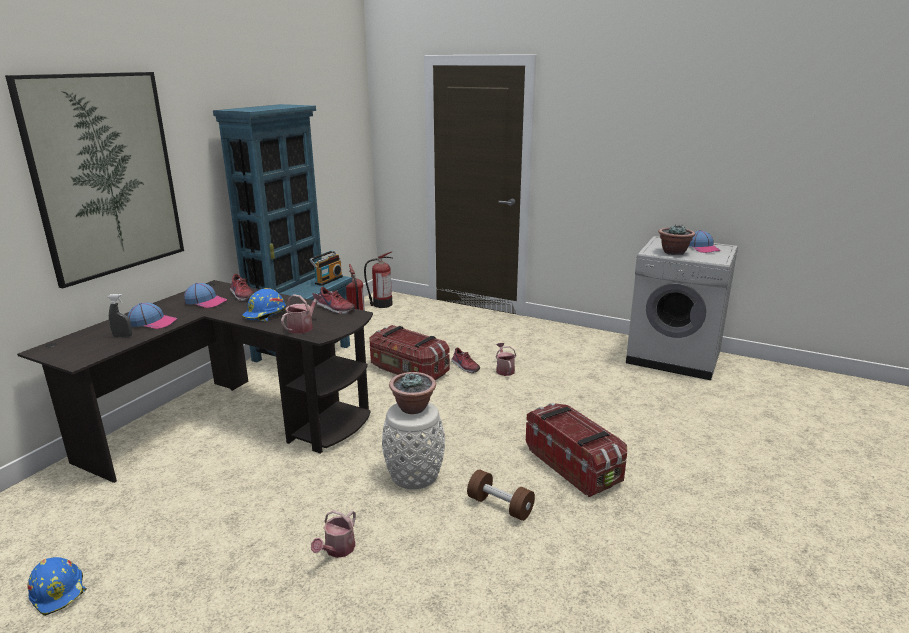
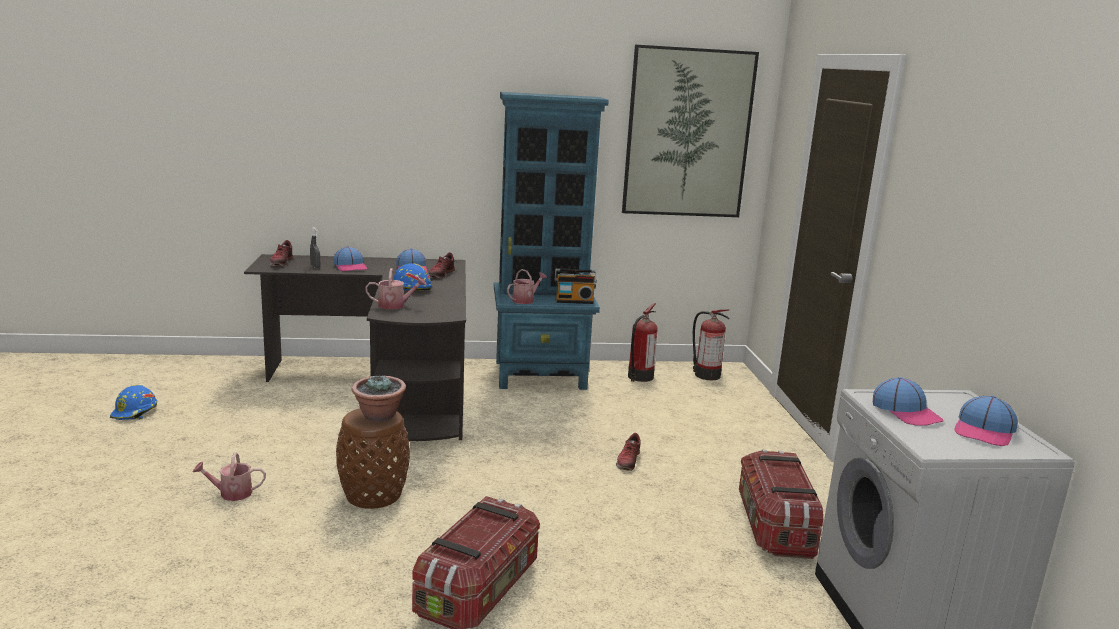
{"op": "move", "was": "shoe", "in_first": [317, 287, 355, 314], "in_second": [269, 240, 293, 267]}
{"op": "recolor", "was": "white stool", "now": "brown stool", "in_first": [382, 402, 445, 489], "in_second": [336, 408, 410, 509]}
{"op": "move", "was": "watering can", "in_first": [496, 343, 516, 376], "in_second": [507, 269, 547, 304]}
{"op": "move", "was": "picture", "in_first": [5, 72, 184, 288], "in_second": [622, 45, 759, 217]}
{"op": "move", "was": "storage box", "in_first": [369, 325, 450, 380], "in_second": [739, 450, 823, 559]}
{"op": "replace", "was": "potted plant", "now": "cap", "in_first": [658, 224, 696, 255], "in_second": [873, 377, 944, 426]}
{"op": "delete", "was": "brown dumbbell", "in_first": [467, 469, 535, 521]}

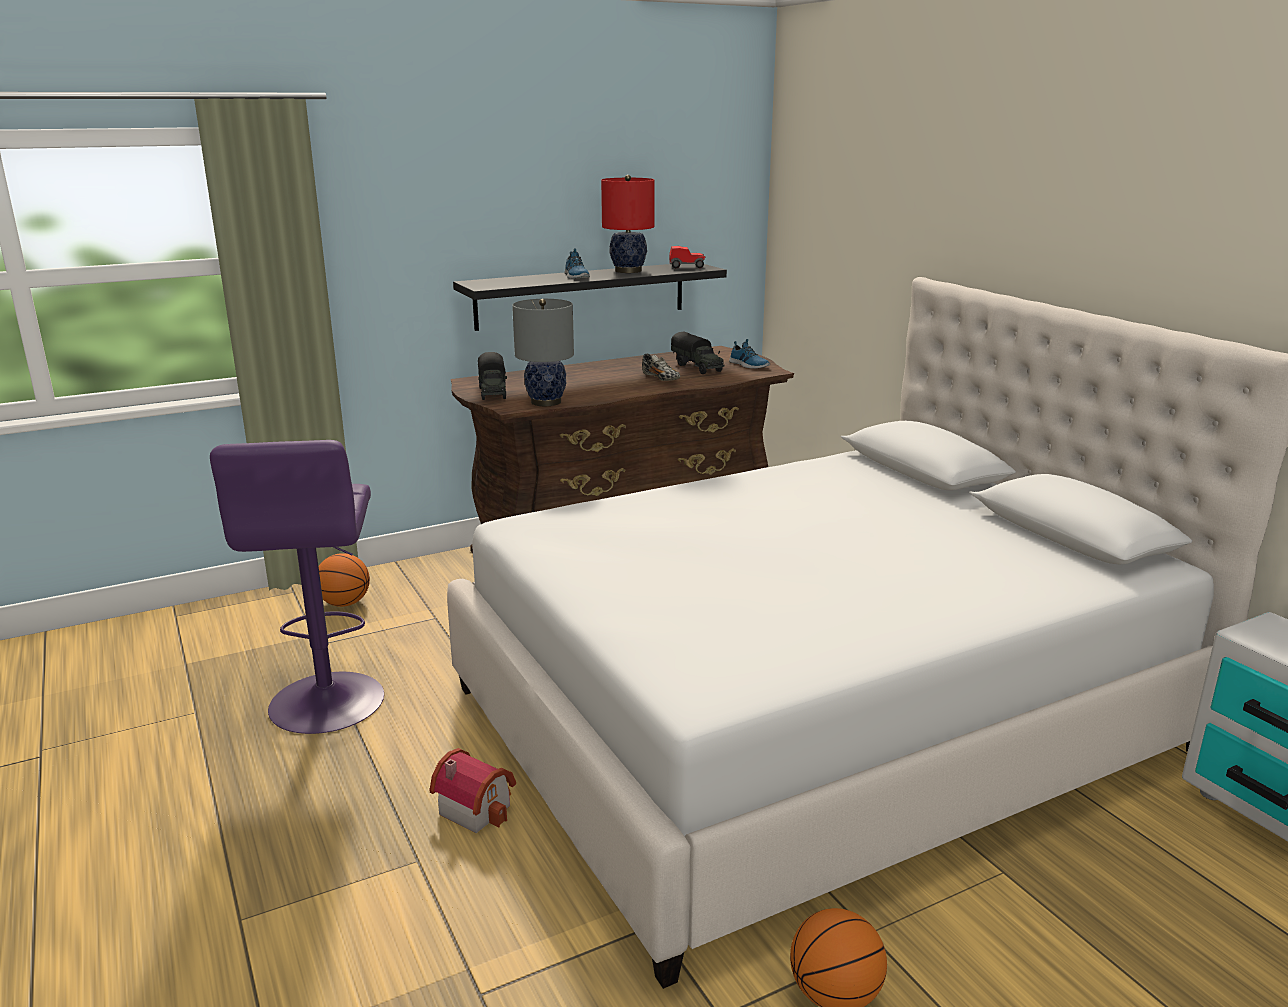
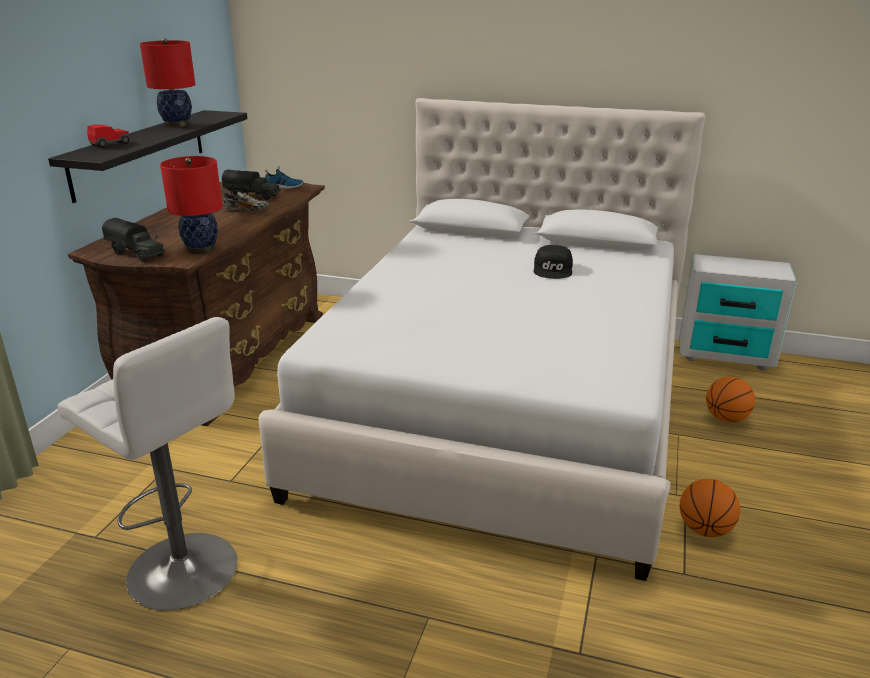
{"op": "recolor", "was": "purple stool", "now": "white stool", "in_first": [210, 440, 384, 734], "in_second": [57, 317, 237, 610]}
{"op": "move", "was": "toy car", "in_first": [669, 246, 705, 268], "in_second": [87, 124, 129, 148]}
{"op": "recolor", "was": "grey table lamp", "now": "red table lamp", "in_first": [512, 299, 574, 406], "in_second": [160, 156, 222, 254]}
{"op": "insert", "now": "black cap", "in_second": [533, 245, 573, 279]}
{"op": "move", "was": "basketball", "in_first": [319, 553, 370, 607], "in_second": [706, 377, 755, 423]}
{"op": "delete", "was": "toy house", "in_first": [430, 748, 516, 833]}
{"op": "delete", "was": "shoe", "in_first": [565, 248, 590, 279]}

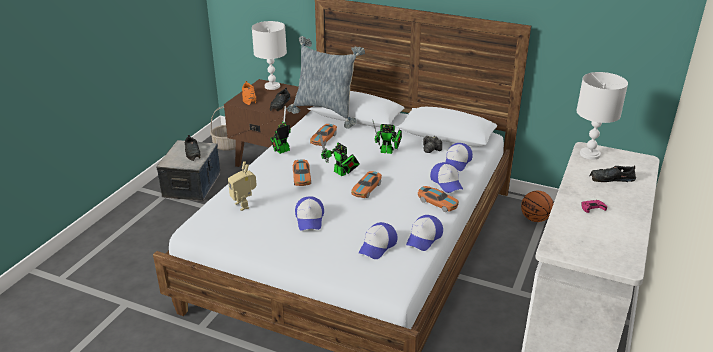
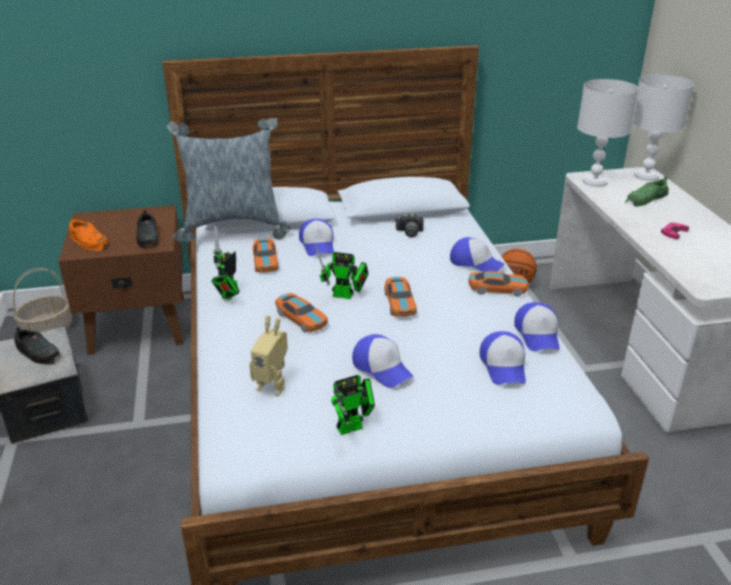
{"op": "move", "was": "cap", "in_first": [446, 143, 473, 171], "in_second": [299, 219, 334, 256]}
{"op": "move", "was": "toy robot", "in_first": [373, 121, 402, 154], "in_second": [331, 375, 375, 435]}
{"op": "recolor", "was": "black shoe", "now": "green shoe", "in_first": [589, 166, 636, 182], "in_second": [625, 177, 669, 207]}
{"op": "move", "was": "white table lamp", "in_first": [252, 21, 287, 90], "in_second": [632, 75, 694, 181]}

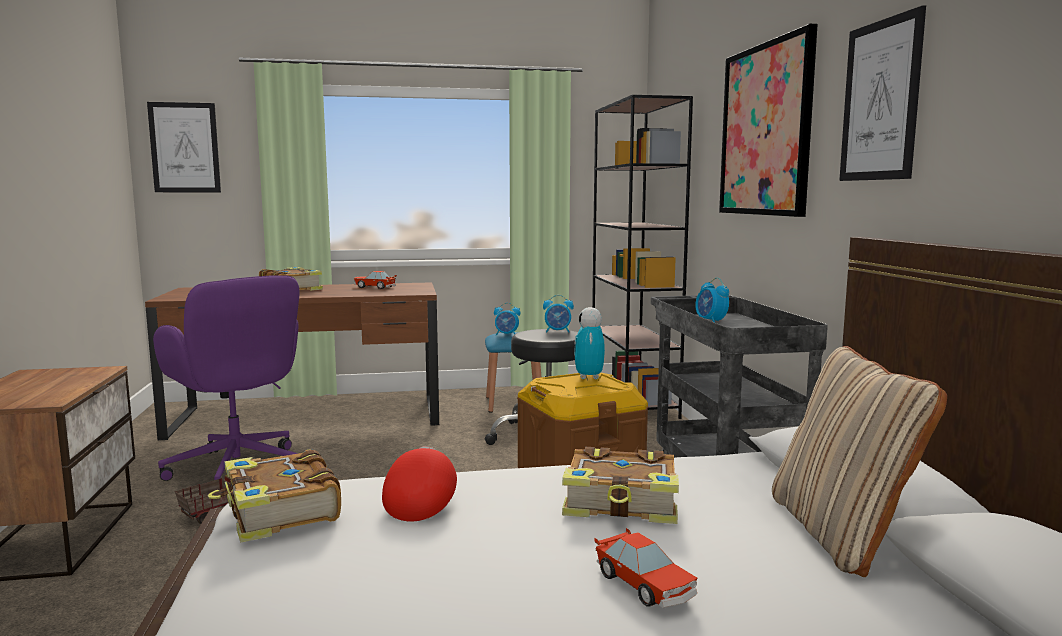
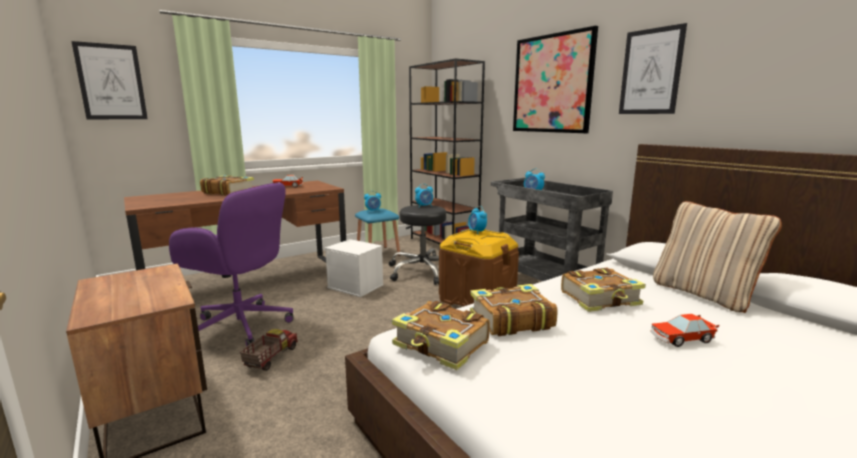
{"op": "insert", "now": "white storage box", "in_second": [325, 239, 383, 297]}
{"op": "replace", "was": "toy robot", "now": "alarm clock", "in_first": [574, 307, 605, 379], "in_second": [468, 206, 487, 234]}
{"op": "replace", "was": "red cap", "now": "book", "in_first": [382, 446, 457, 522], "in_second": [470, 284, 558, 336]}
{"op": "rotate", "was": "toy car", "in_first": [594, 528, 697, 608], "in_second": [650, 314, 719, 347], "clockwise": 135}

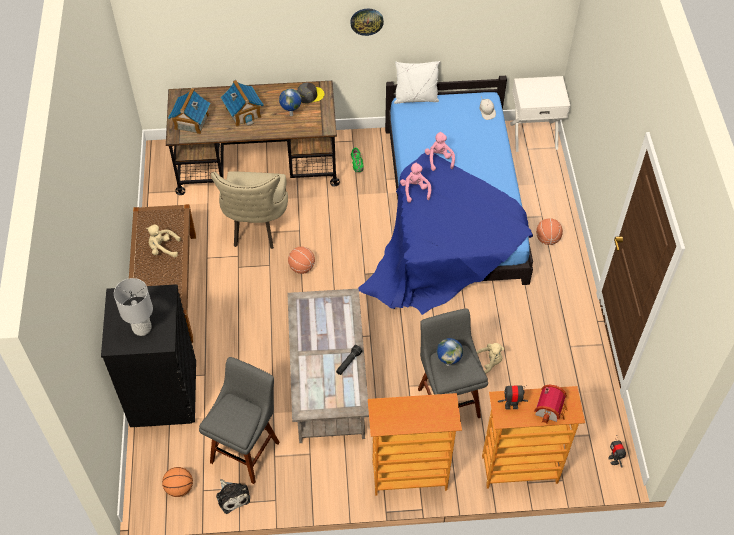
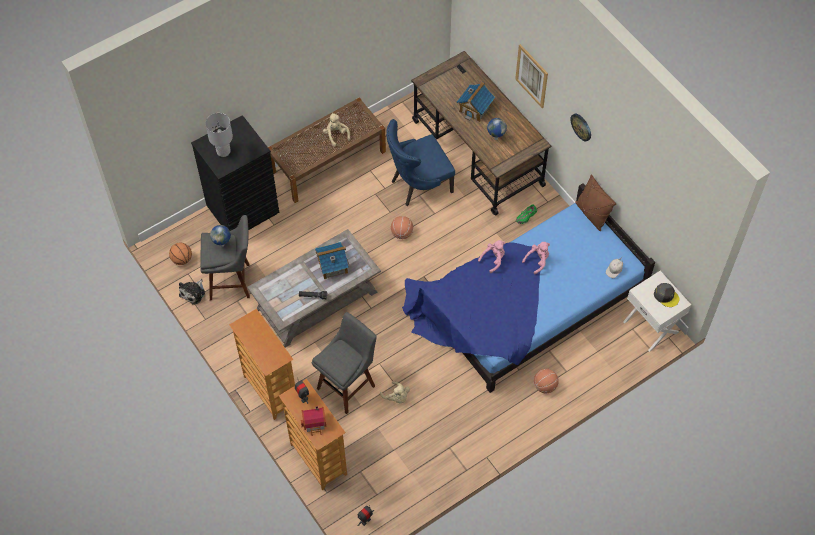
{"op": "move", "was": "globe", "in_first": [437, 338, 463, 366], "in_second": [210, 225, 231, 247]}
{"op": "move", "was": "toy house", "in_first": [168, 88, 210, 135], "in_second": [315, 242, 349, 279]}
{"op": "recolor", "was": "beige chair", "now": "blue chair", "in_first": [211, 171, 288, 249], "in_second": [386, 119, 455, 206]}
{"op": "insert", "now": "picture", "in_second": [515, 44, 548, 108]}
{"op": "recolor", "was": "white pillow", "now": "brown pillow", "in_first": [394, 61, 440, 104], "in_second": [575, 174, 616, 231]}
{"op": "move", "was": "grey cap", "in_first": [297, 83, 324, 103], "in_second": [654, 283, 679, 307]}

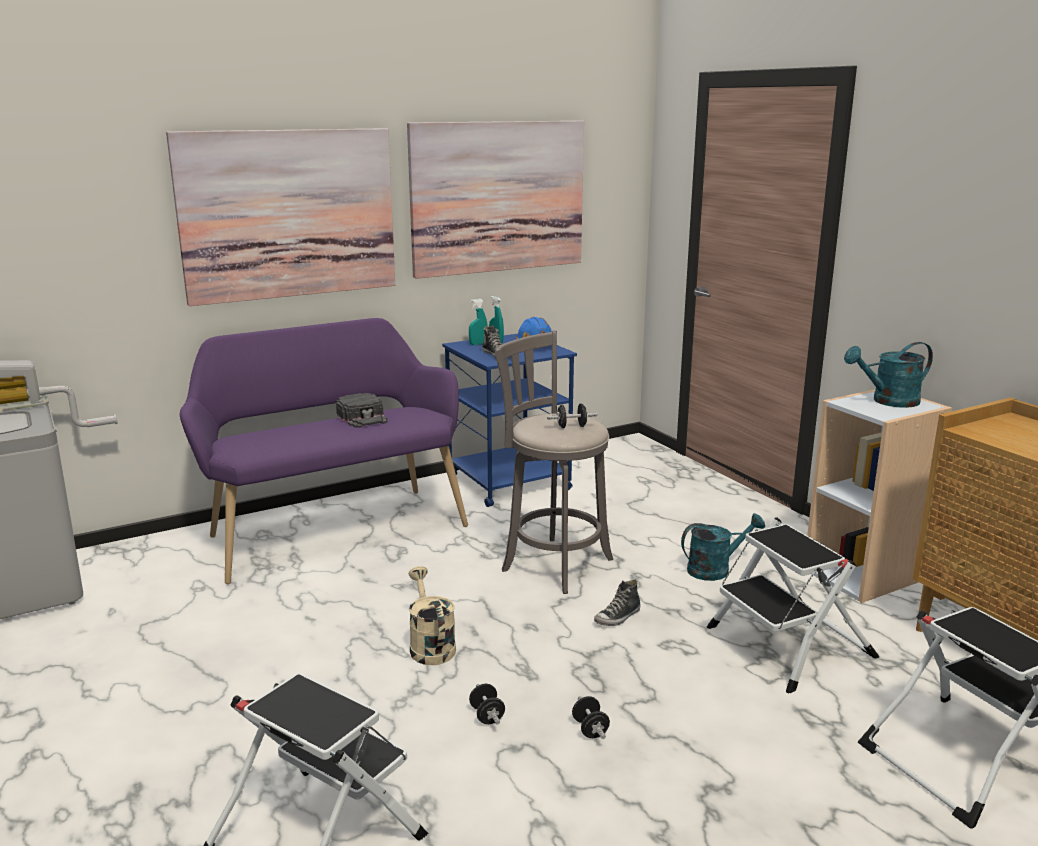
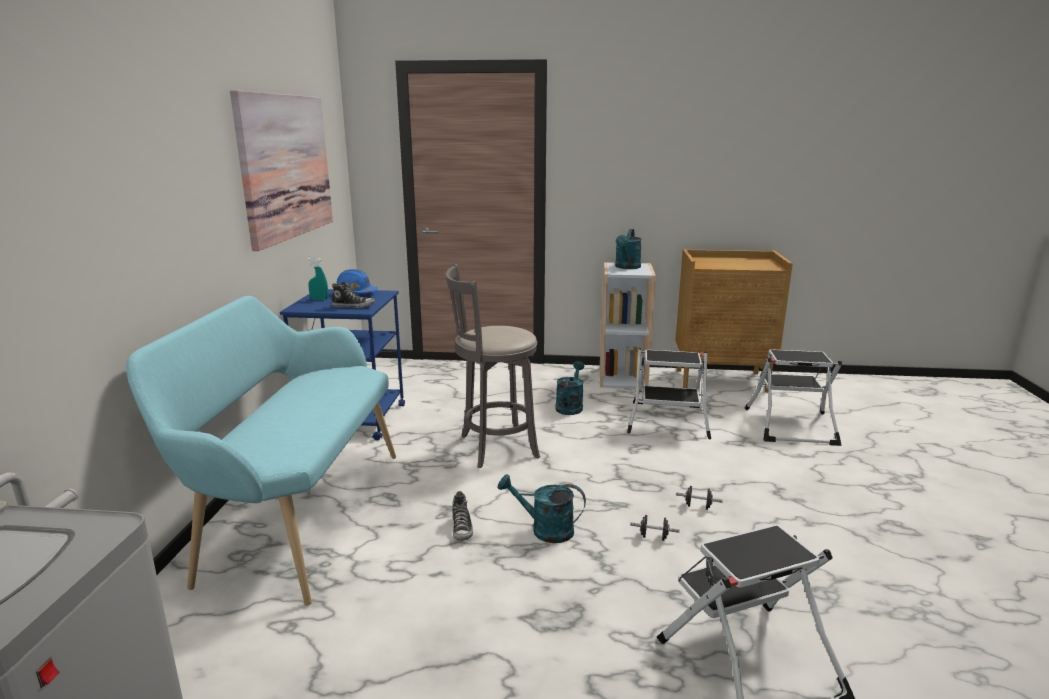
{"op": "recolor", "was": "purple bench", "now": "turquoise bench", "in_first": [180, 318, 468, 584], "in_second": [126, 296, 396, 606]}
{"op": "move", "was": "shoe", "in_first": [594, 579, 641, 626], "in_second": [453, 491, 473, 541]}
{"op": "recolor", "was": "beige watering can", "now": "turquoise watering can", "in_first": [409, 566, 456, 665], "in_second": [498, 474, 586, 543]}
{"op": "delete", "was": "picture", "in_first": [166, 128, 395, 306]}
{"op": "delete", "was": "black cap", "in_first": [336, 393, 388, 428]}
{"op": "delete", "was": "turquoise spray bottle", "in_first": [469, 299, 488, 345]}
{"op": "delete", "was": "black dumbbell", "in_first": [547, 403, 597, 428]}

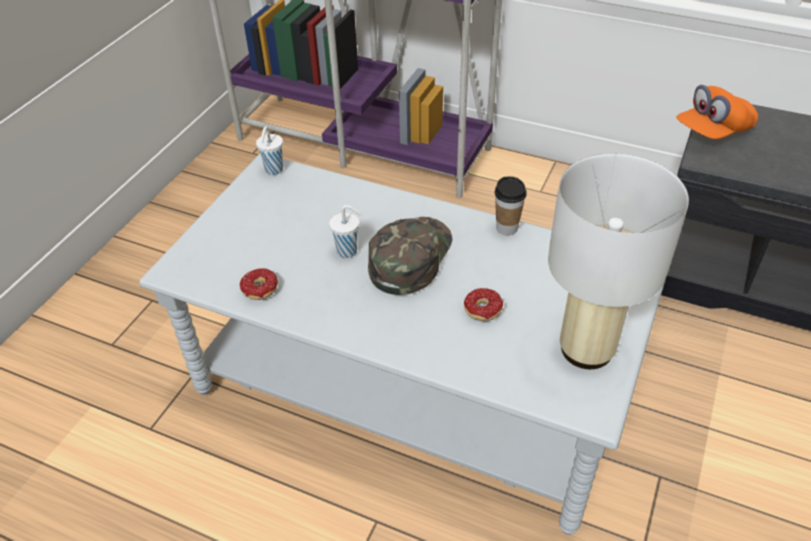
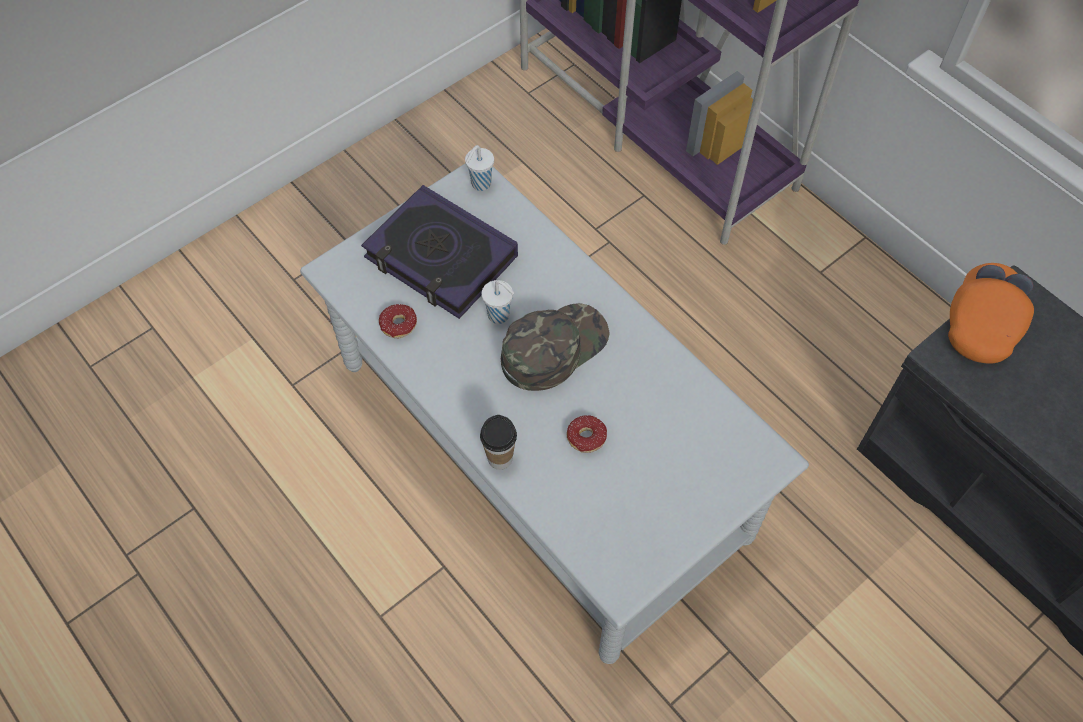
{"op": "insert", "now": "book", "in_second": [361, 185, 518, 319]}
{"op": "move", "was": "cup", "in_first": [495, 176, 527, 235], "in_second": [480, 415, 517, 470]}
{"op": "rotate", "was": "orange cap", "in_first": [676, 85, 758, 139], "in_second": [948, 263, 1034, 363], "clockwise": 120}
{"op": "delete", "was": "white table lamp", "in_first": [548, 153, 689, 369]}

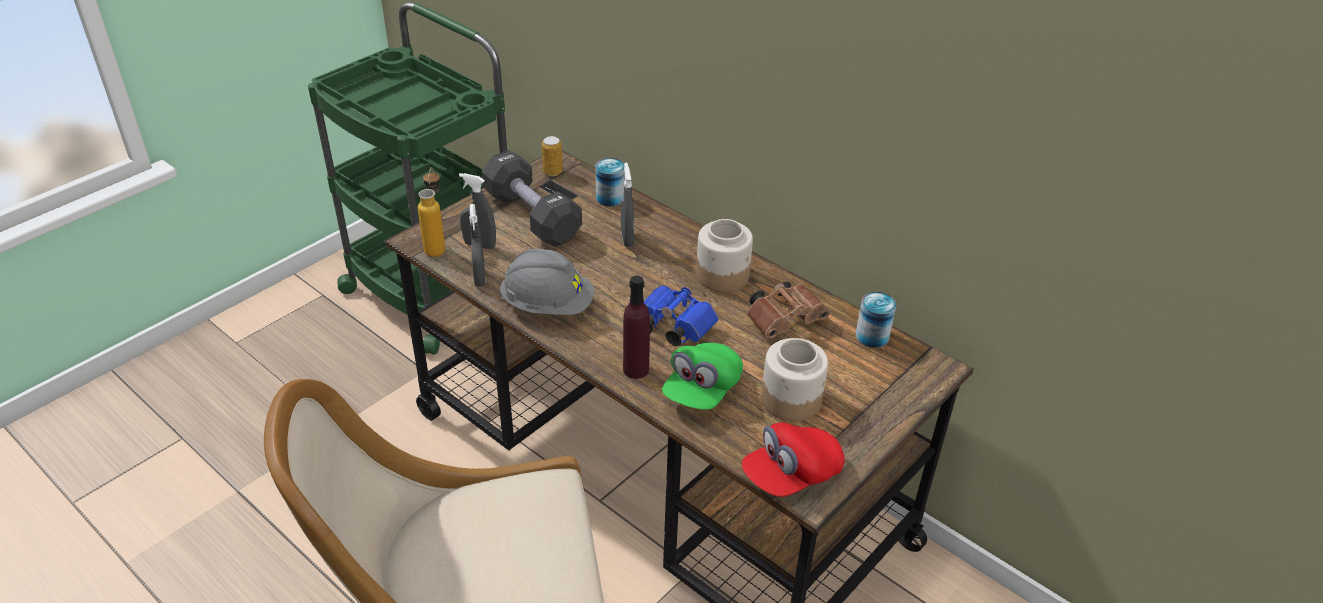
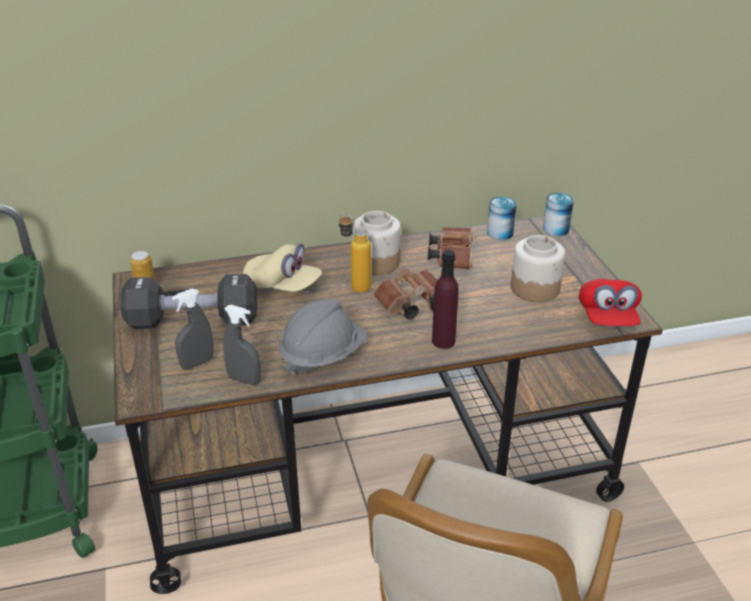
{"op": "replace", "was": "grey spray bottle", "now": "beige cap", "in_first": [621, 162, 634, 247], "in_second": [243, 243, 322, 292]}
{"op": "move", "was": "bottle", "in_first": [418, 167, 445, 257], "in_second": [339, 212, 371, 293]}
{"op": "recolor", "was": "blue binoculars", "now": "brown binoculars", "in_first": [644, 285, 718, 346], "in_second": [374, 269, 437, 319]}
{"op": "move", "was": "can", "in_first": [595, 158, 625, 207], "in_second": [543, 193, 574, 236]}
{"op": "delete", "was": "green cap", "in_first": [662, 343, 743, 410]}

